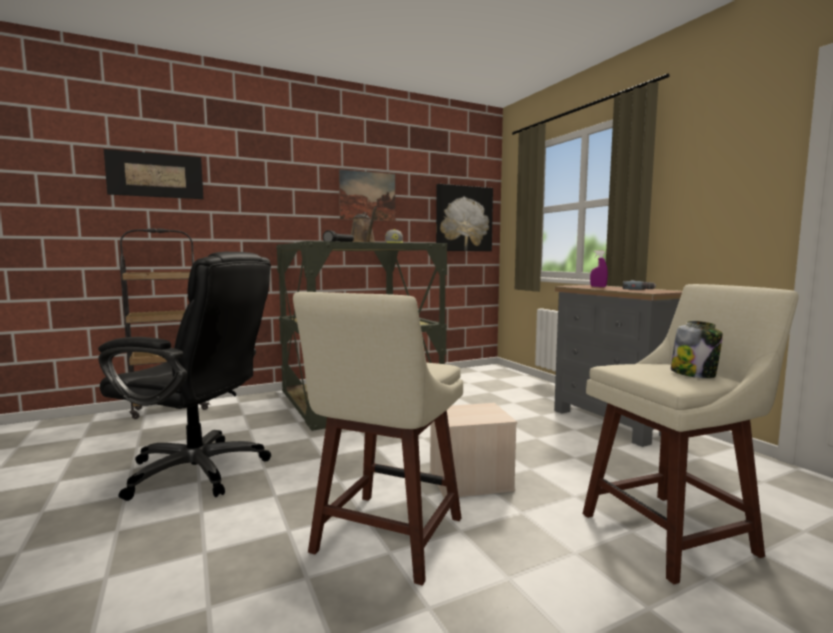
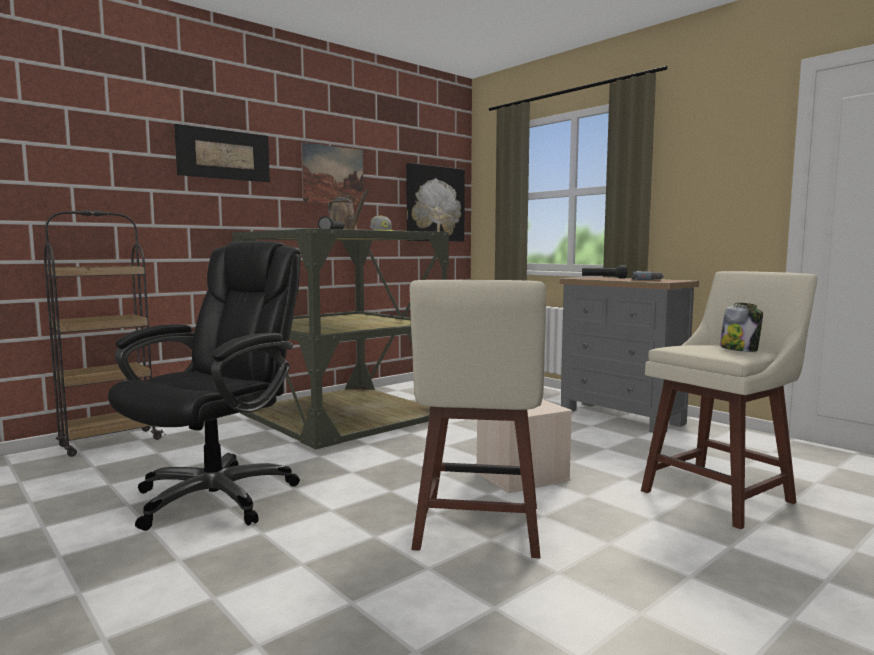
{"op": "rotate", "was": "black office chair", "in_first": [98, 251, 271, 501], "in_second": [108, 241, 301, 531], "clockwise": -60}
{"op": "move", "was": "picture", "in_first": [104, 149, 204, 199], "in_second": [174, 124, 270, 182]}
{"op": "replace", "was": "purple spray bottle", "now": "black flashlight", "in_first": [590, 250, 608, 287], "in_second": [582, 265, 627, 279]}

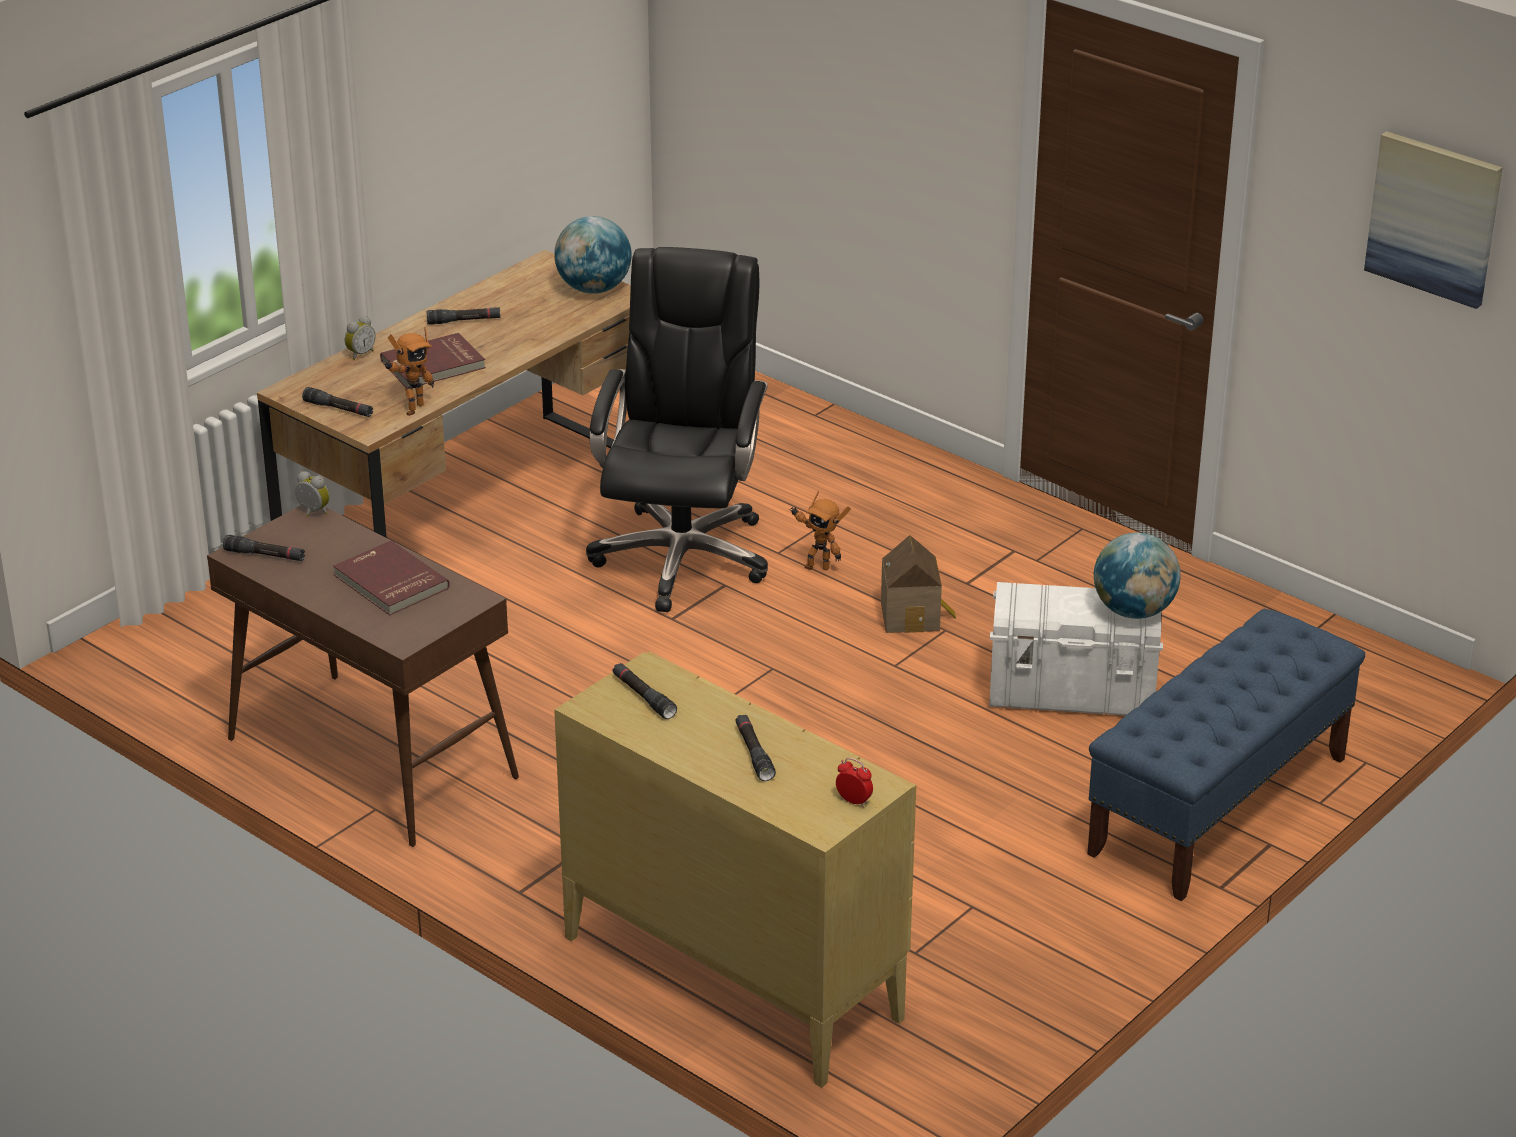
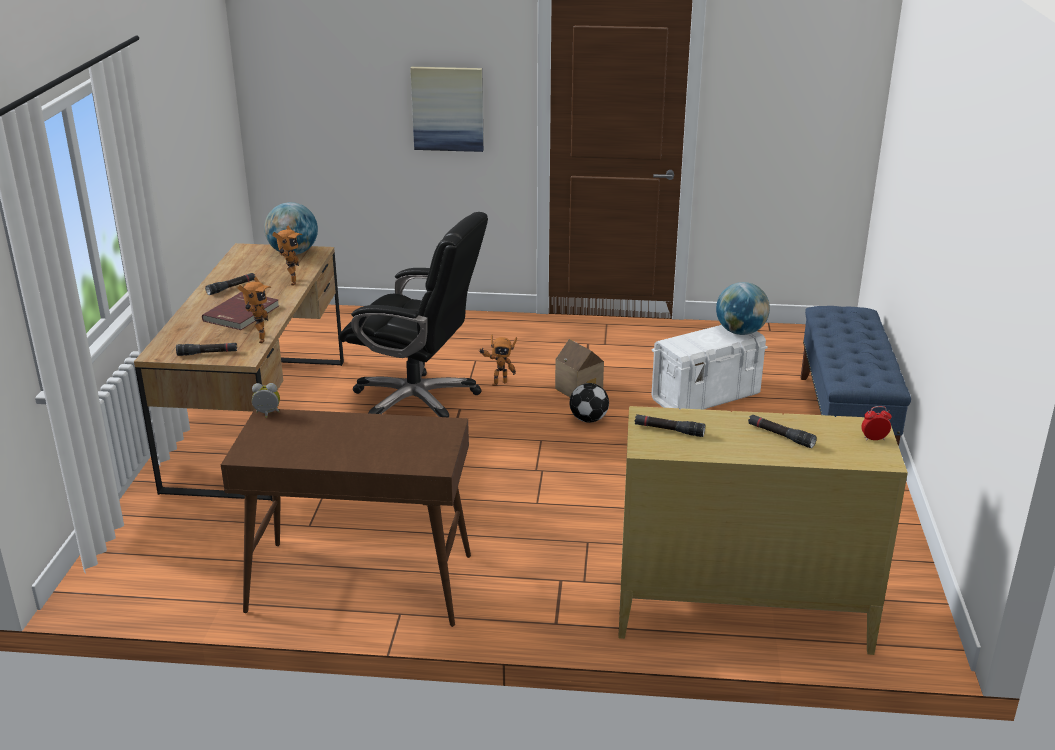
{"op": "insert", "now": "toy robot", "in_second": [272, 225, 302, 286]}
{"op": "rotate", "was": "black office chair", "in_first": [586, 247, 768, 612], "in_second": [340, 212, 488, 417], "clockwise": 135}
{"op": "move", "was": "picture", "in_first": [1364, 131, 1503, 309], "in_second": [410, 67, 484, 152]}
{"op": "insert", "now": "football", "in_second": [570, 383, 609, 423]}
{"op": "delete", "was": "black flashlight", "in_first": [223, 535, 305, 561]}
{"op": "delete", "was": "red book", "in_first": [333, 541, 450, 615]}
{"op": "delete", "was": "alarm clock", "in_first": [345, 316, 375, 360]}

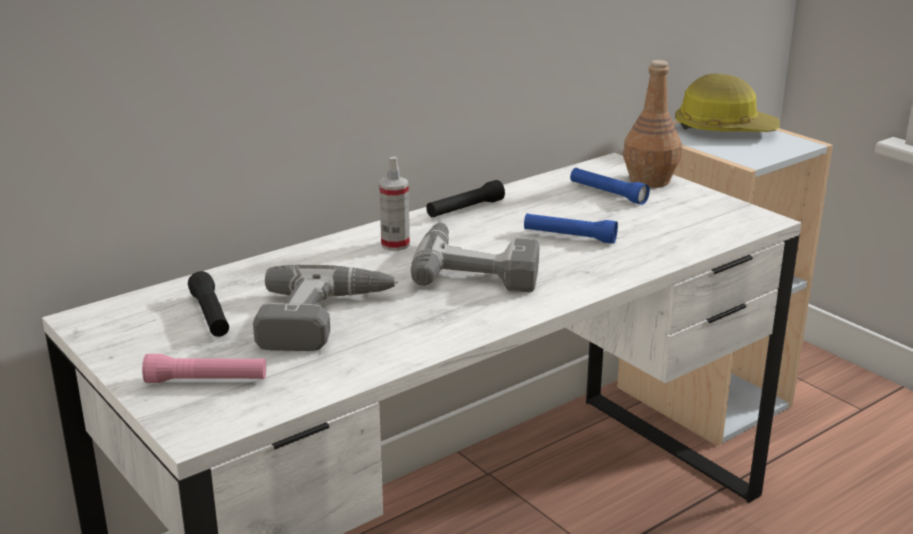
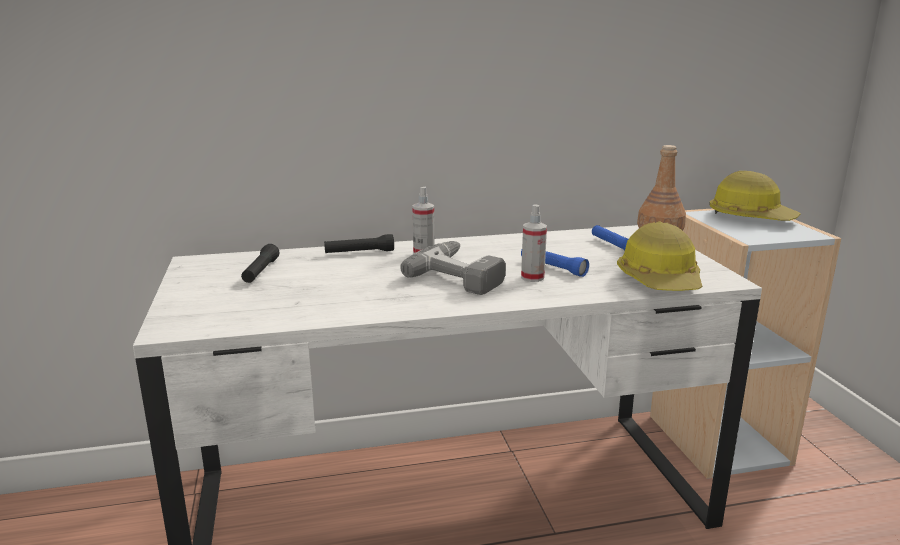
{"op": "move", "was": "black flashlight", "in_first": [426, 180, 505, 218], "in_second": [324, 234, 394, 253]}
{"op": "insert", "now": "spray bottle", "in_second": [521, 204, 547, 282]}
{"op": "insert", "now": "hard hat", "in_second": [617, 221, 702, 291]}
{"op": "delete", "was": "pink flashlight", "in_first": [142, 354, 266, 383]}
{"op": "delete", "was": "power drill", "in_first": [253, 265, 398, 351]}

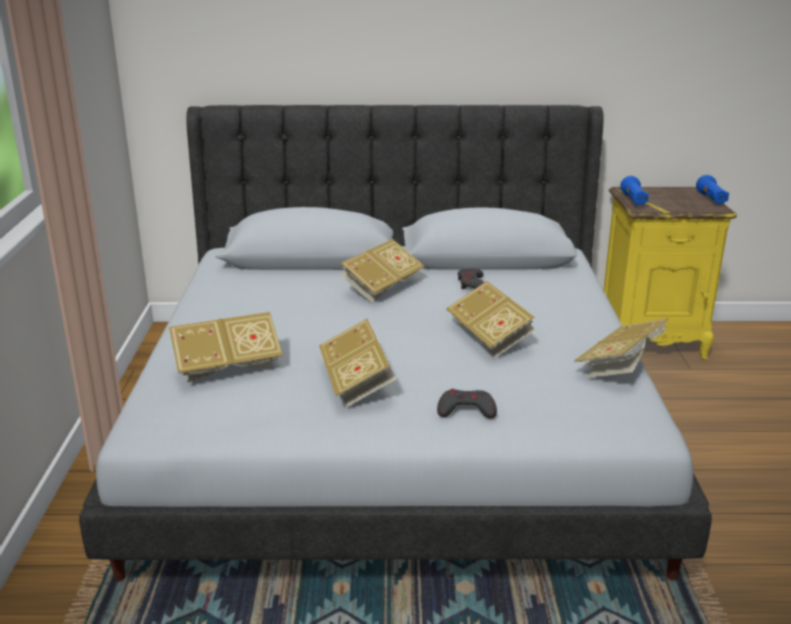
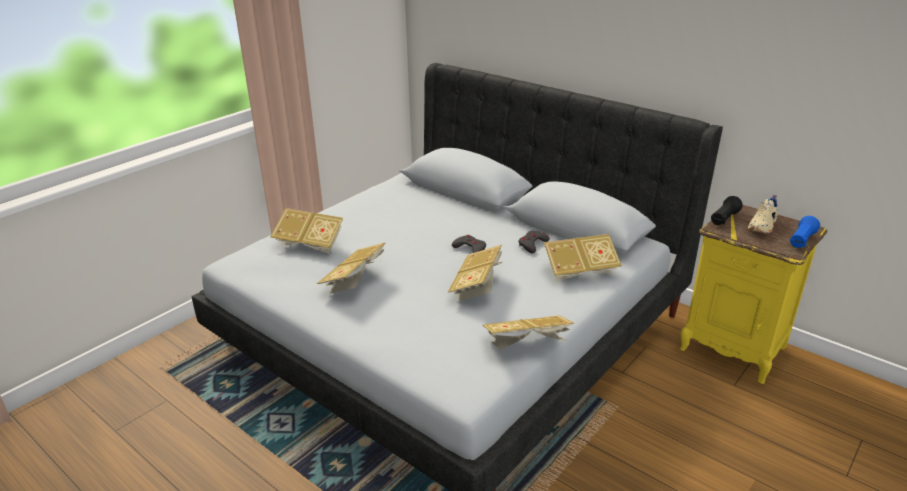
{"op": "move", "was": "grey game controller", "in_first": [437, 389, 497, 418], "in_second": [452, 235, 486, 253]}
{"op": "move", "was": "book", "in_first": [341, 239, 425, 303], "in_second": [544, 234, 622, 281]}
{"op": "recolor", "was": "blue flashlight", "now": "black flashlight", "in_first": [620, 176, 649, 205], "in_second": [711, 196, 743, 225]}
{"op": "insert", "now": "beige shoe", "in_second": [748, 195, 778, 234]}

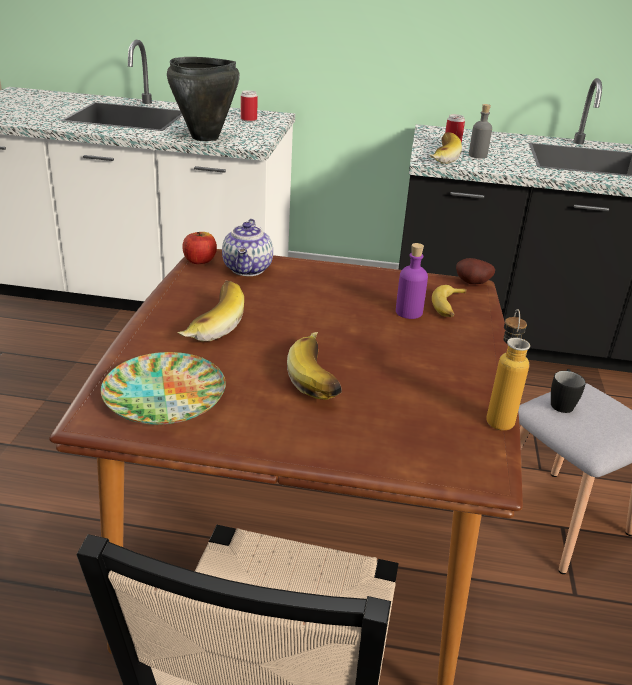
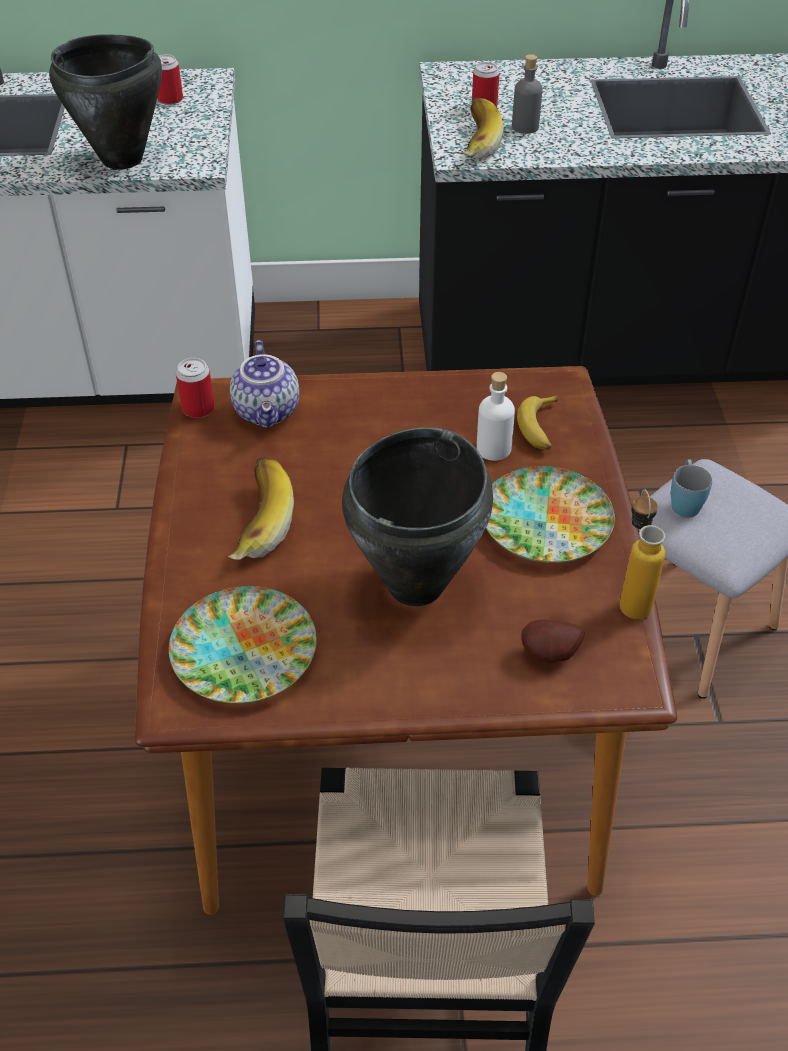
{"op": "replace", "was": "apple", "now": "can", "in_first": [182, 232, 217, 264], "in_second": [176, 358, 215, 418]}
{"op": "replace", "was": "banana", "now": "black cooking pot", "in_first": [287, 332, 342, 400], "in_second": [342, 427, 493, 606]}
{"op": "recolor", "was": "purple bottle", "now": "white bottle", "in_first": [396, 243, 428, 319], "in_second": [477, 372, 515, 461]}
{"op": "insert", "now": "plate", "in_second": [486, 466, 615, 563]}
{"op": "move", "was": "potato", "in_first": [456, 258, 495, 284], "in_second": [521, 620, 584, 663]}
{"op": "recolor", "was": "black mug", "now": "blue mug", "in_first": [551, 369, 586, 413], "in_second": [671, 459, 712, 517]}

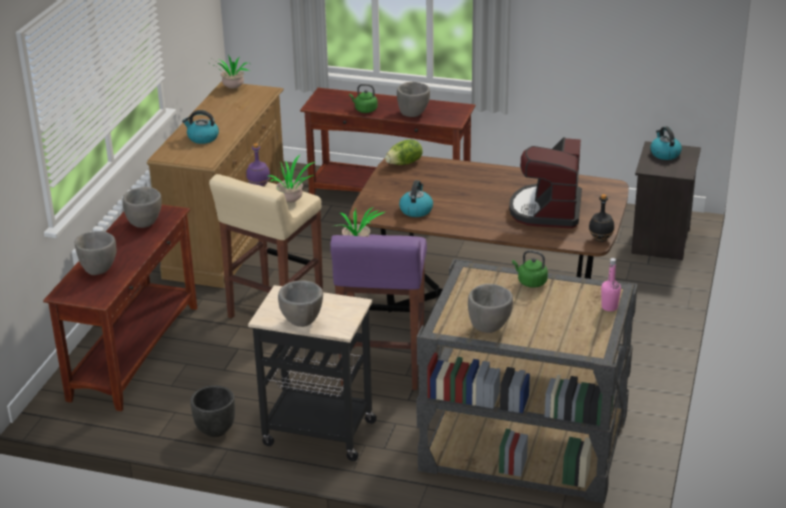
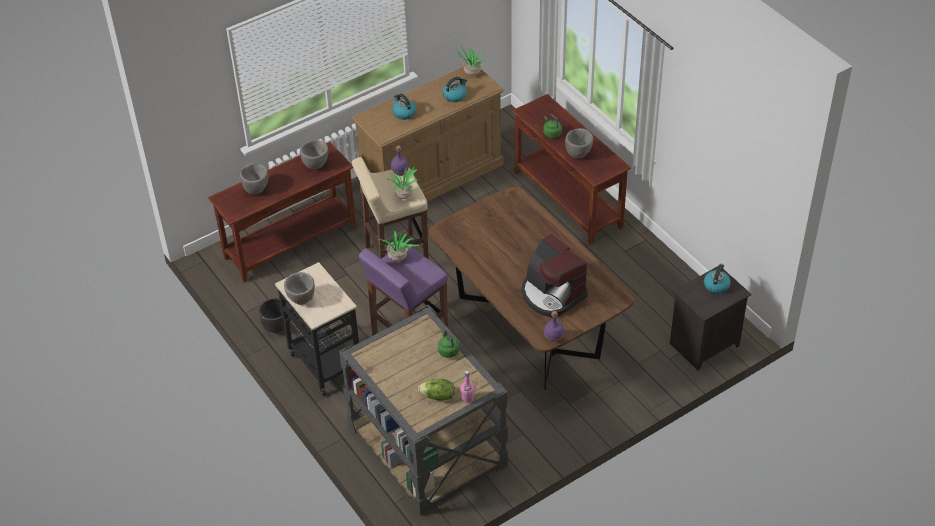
{"op": "move", "was": "lettuce", "in_first": [385, 139, 423, 165], "in_second": [418, 379, 455, 401]}
{"op": "move", "was": "kettle", "in_first": [399, 180, 433, 217], "in_second": [443, 77, 467, 102]}
{"op": "rotate", "was": "coffee machine", "in_first": [509, 137, 582, 229], "in_second": [521, 234, 587, 317], "clockwise": -90}
{"op": "recolor", "was": "black bottle", "now": "purple bottle", "in_first": [589, 194, 614, 242], "in_second": [544, 311, 564, 342]}
{"op": "delete", "was": "grey bowl", "in_first": [468, 284, 513, 333]}

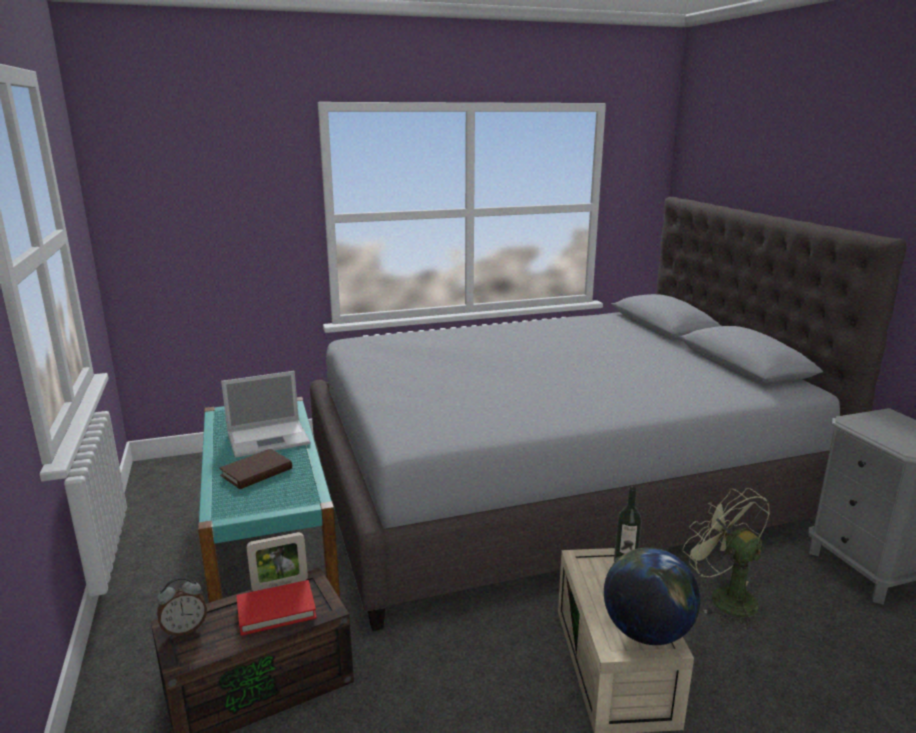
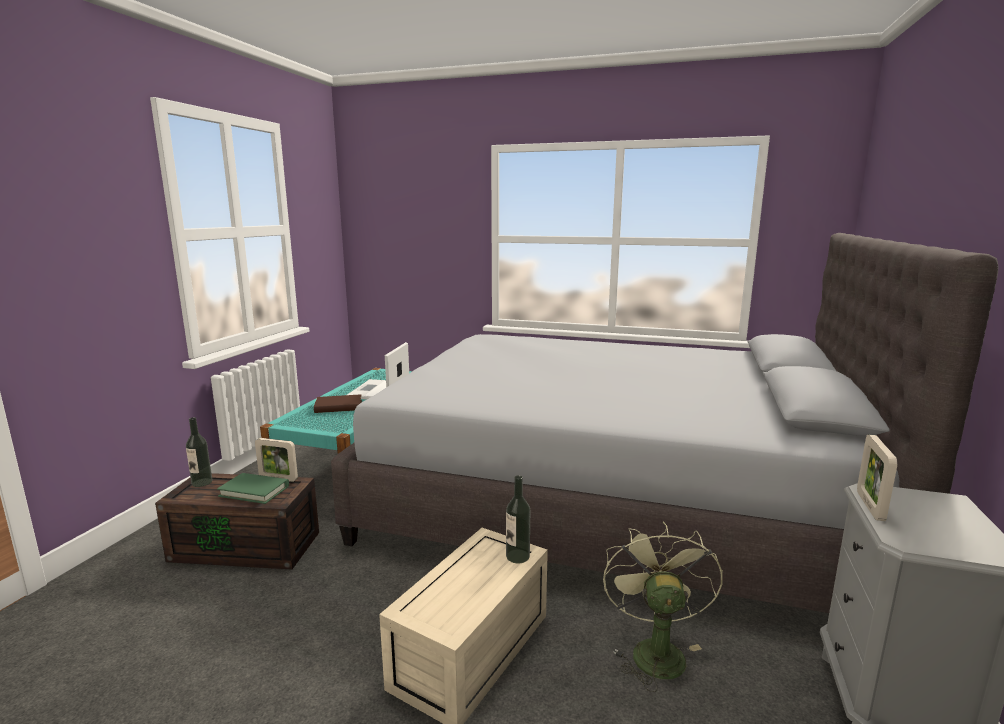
{"op": "replace", "was": "alarm clock", "now": "bottle", "in_first": [157, 577, 207, 637], "in_second": [186, 417, 212, 487]}
{"op": "recolor", "was": "red book", "now": "green book", "in_first": [236, 580, 317, 636], "in_second": [217, 473, 289, 504]}
{"op": "rotate", "was": "laptop", "in_first": [221, 371, 310, 458], "in_second": [347, 342, 409, 400], "clockwise": 90}
{"op": "insert", "now": "picture frame", "in_second": [857, 435, 897, 521]}
{"op": "delete", "was": "globe", "in_first": [604, 547, 700, 645]}

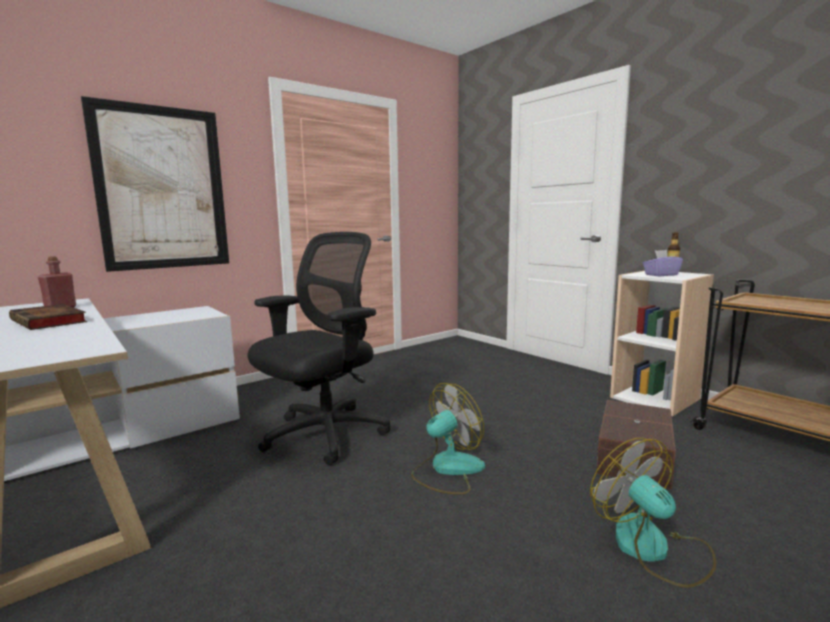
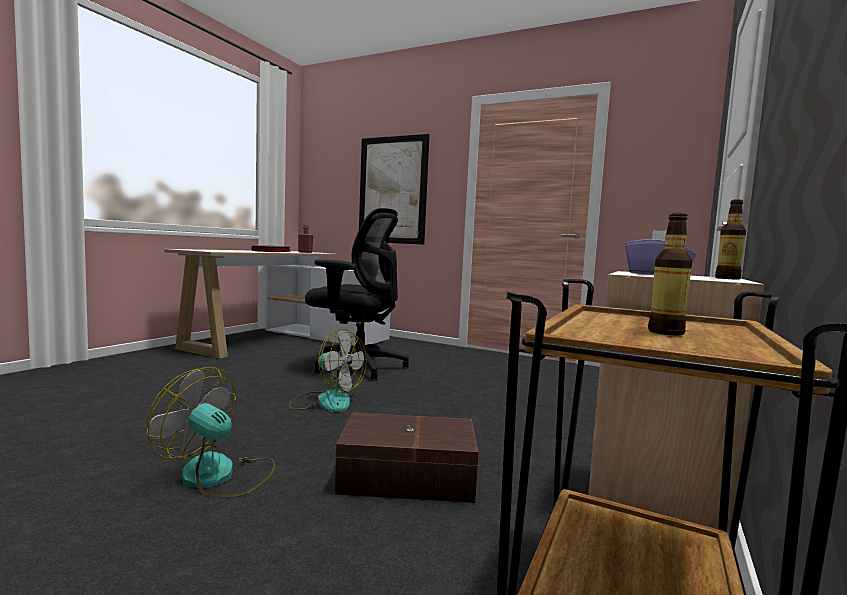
{"op": "rotate", "was": "fan", "in_first": [590, 438, 716, 588], "in_second": [146, 367, 275, 497], "clockwise": -105}
{"op": "insert", "now": "bottle", "in_second": [648, 213, 692, 336]}

